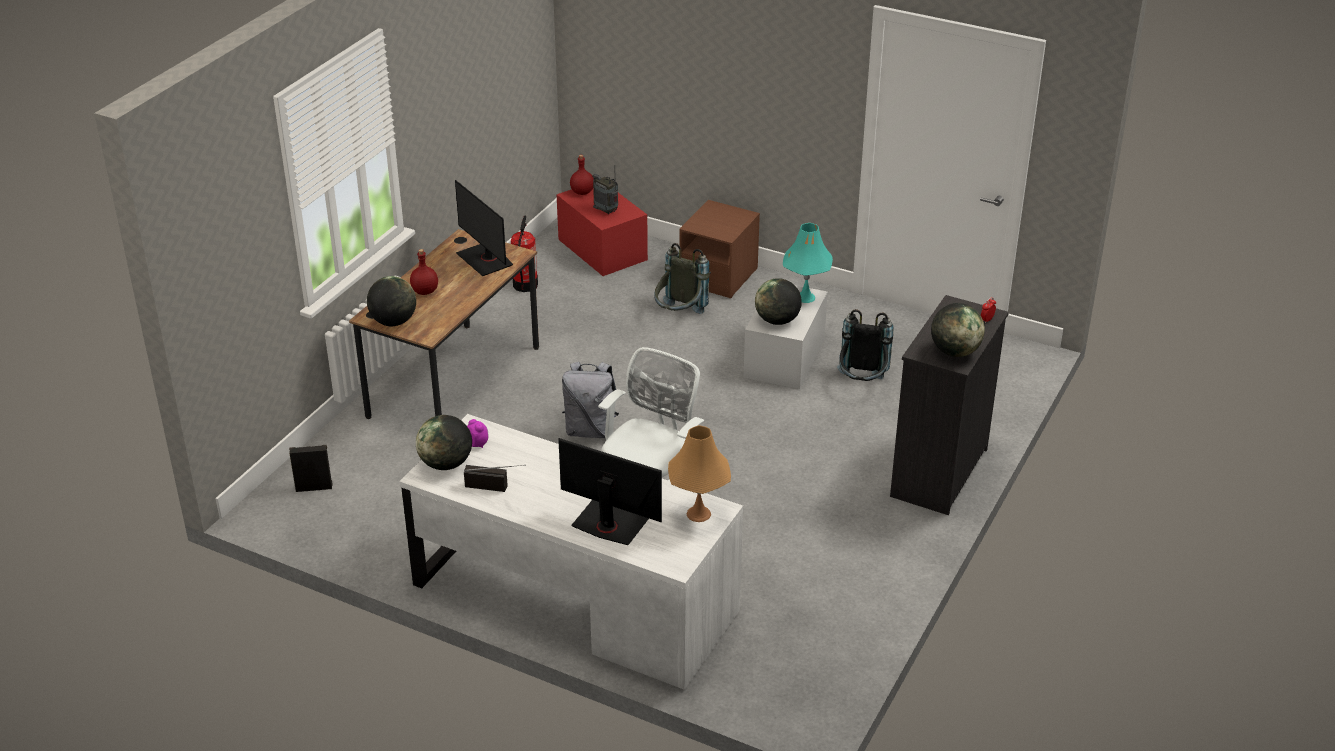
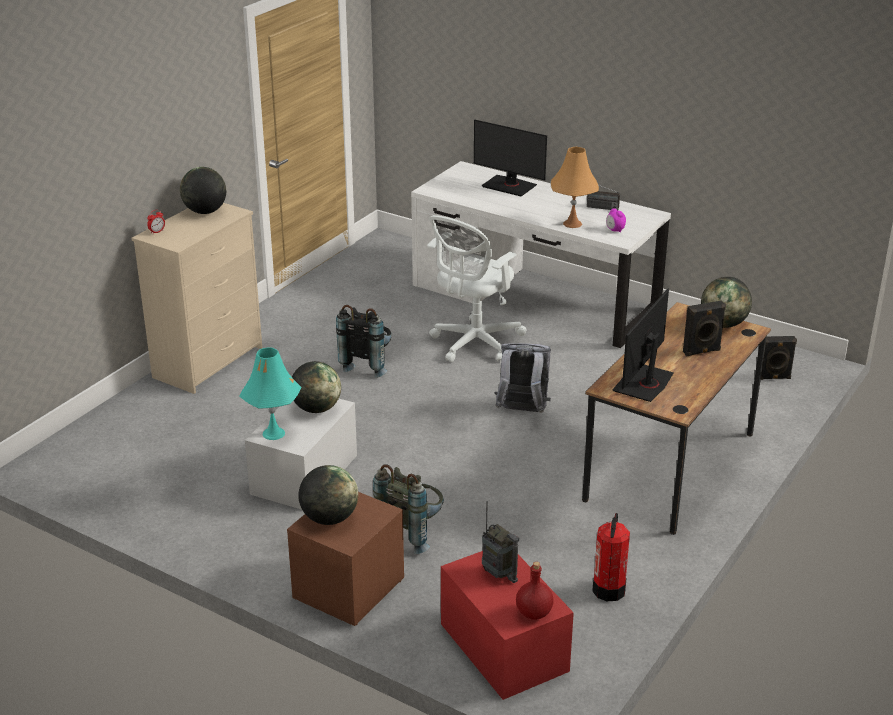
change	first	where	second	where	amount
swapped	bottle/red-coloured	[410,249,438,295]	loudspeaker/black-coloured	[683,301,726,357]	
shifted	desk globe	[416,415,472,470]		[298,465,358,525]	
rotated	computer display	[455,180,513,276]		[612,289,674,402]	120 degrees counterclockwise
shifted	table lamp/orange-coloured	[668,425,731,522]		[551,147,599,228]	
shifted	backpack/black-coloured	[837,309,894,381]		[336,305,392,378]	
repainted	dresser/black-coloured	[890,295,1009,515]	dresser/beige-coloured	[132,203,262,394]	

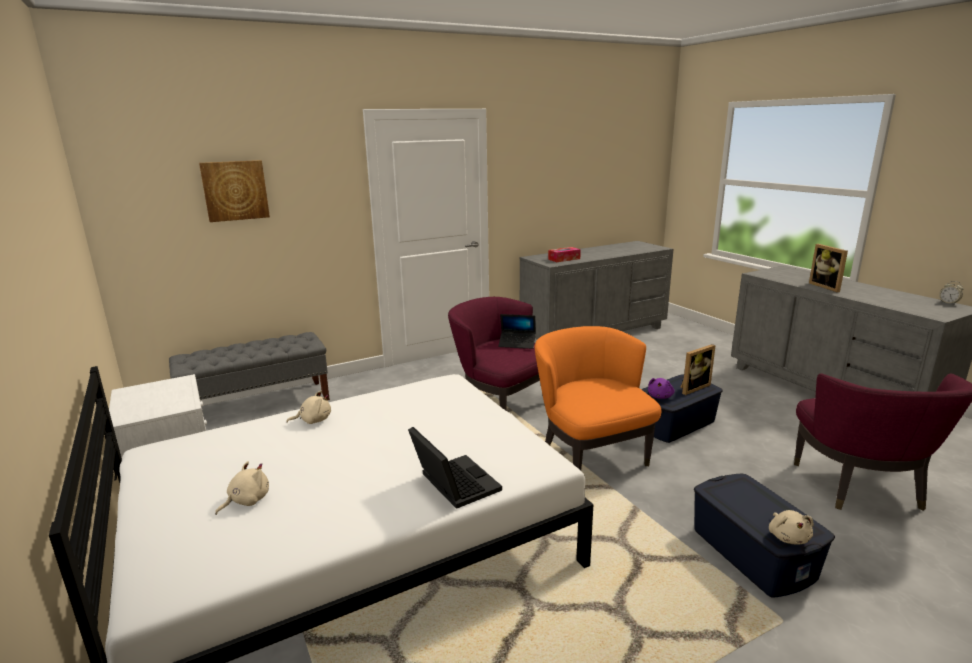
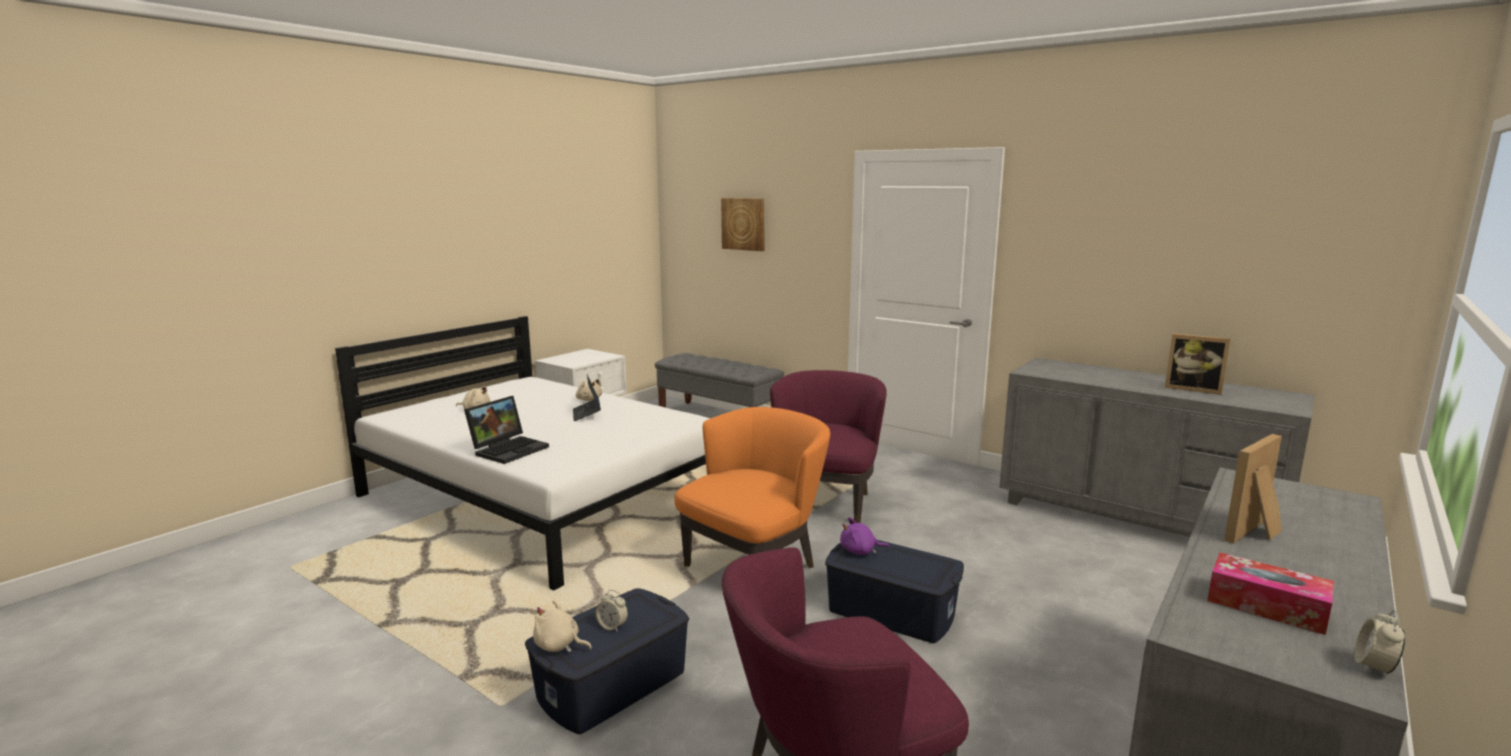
change	first	where	second	where	amount
shifted	notebook computer	[498,314,536,349]		[573,375,601,421]	
shifted	tissue holder	[548,247,581,262]		[1207,552,1334,635]	
shifted	photo frame	[680,344,716,395]		[1165,333,1230,395]	
rotated	plush toy/beige-coloured	[769,510,814,545]		[533,600,592,652]	45 degrees clockwise
new			alarm clock	[596,590,628,632]	

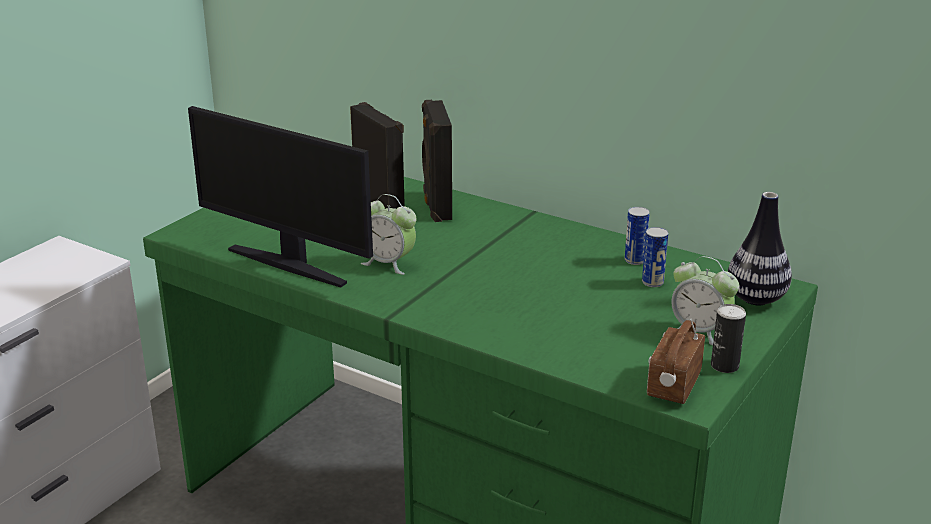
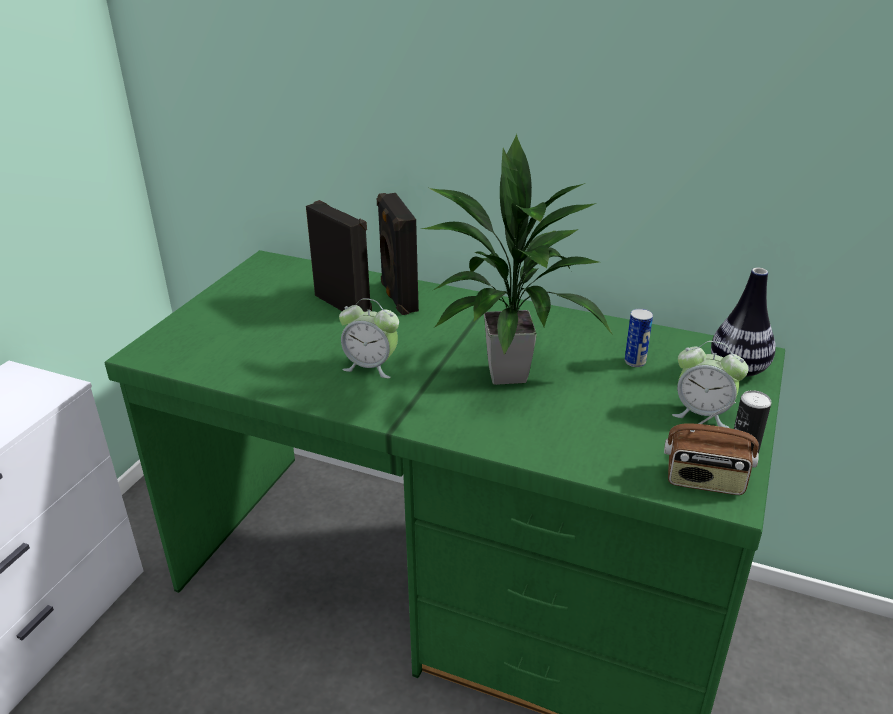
change	first	where	second	where	amount
gone	computer display	[188,106,373,288]			
gone	metal can	[625,207,650,265]			
rotated	radio set	[647,319,705,404]		[664,401,759,495]	90 degrees counterclockwise
new			potted plant	[420,134,613,385]	

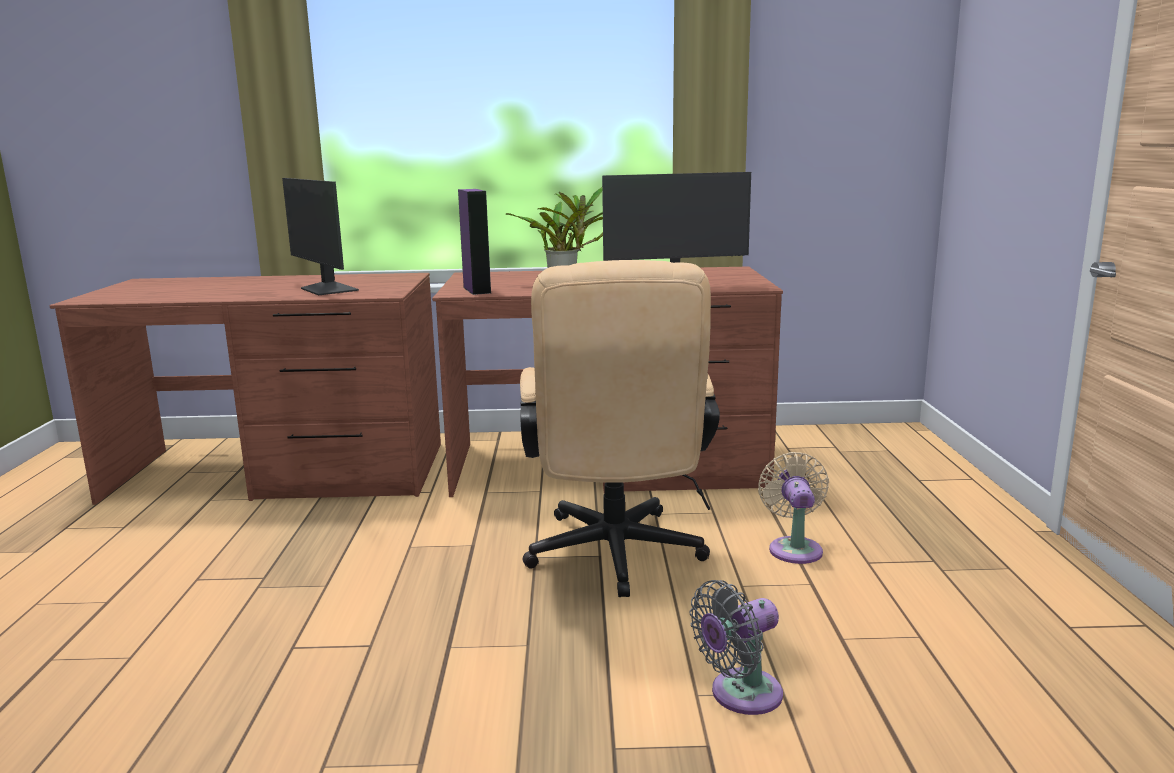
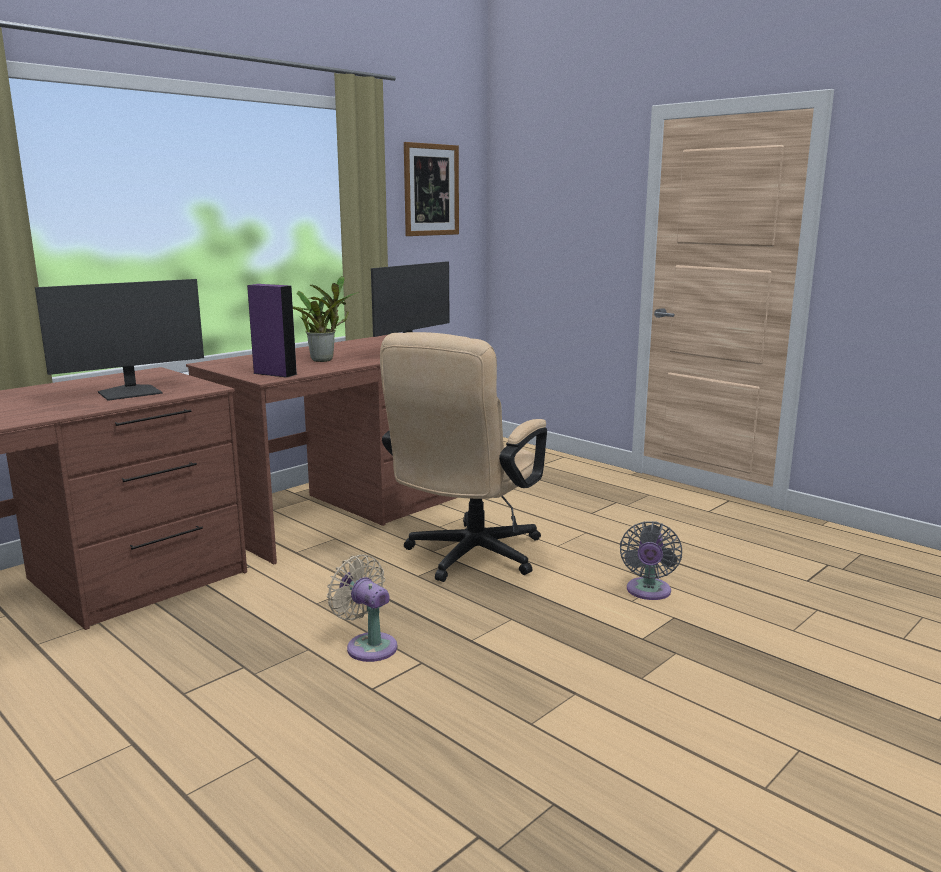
change	first	where	second	where	amount
rotated	computer display	[282,178,359,296]		[35,279,204,401]	45 degrees counterclockwise
rotated	office chair/beige-coloured	[520,260,720,597]		[380,332,547,582]	75 degrees clockwise
shifted	cooling fan/beige-coloured	[758,452,829,564]		[327,554,398,662]	
new			wall art	[404,142,459,236]	

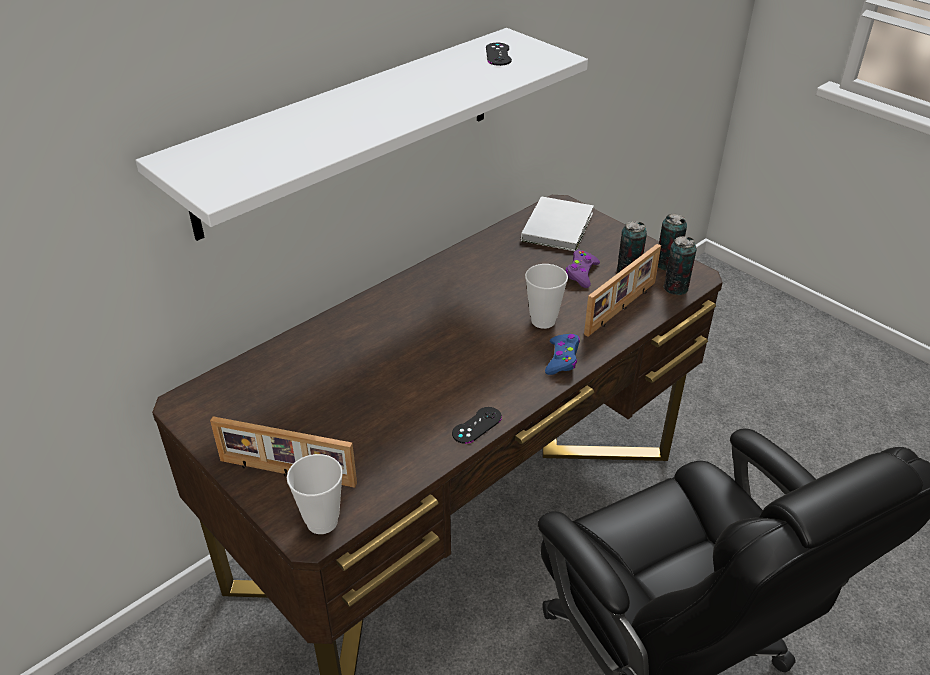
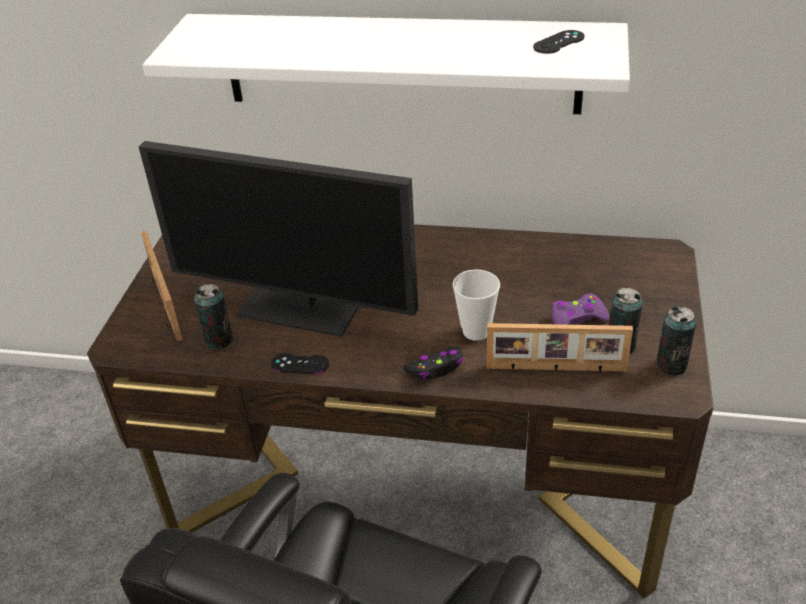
change	first	where	second	where	amount
gone	cup	[287,454,343,534]			
gone	volume/white	[521,196,594,251]			
repainted	gamepad/blue-coloured	[545,334,580,375]	gamepad/black-coloured	[403,347,464,380]	
shifted	metal can	[663,236,697,295]		[194,284,233,349]	
new			computer display	[139,141,418,337]	

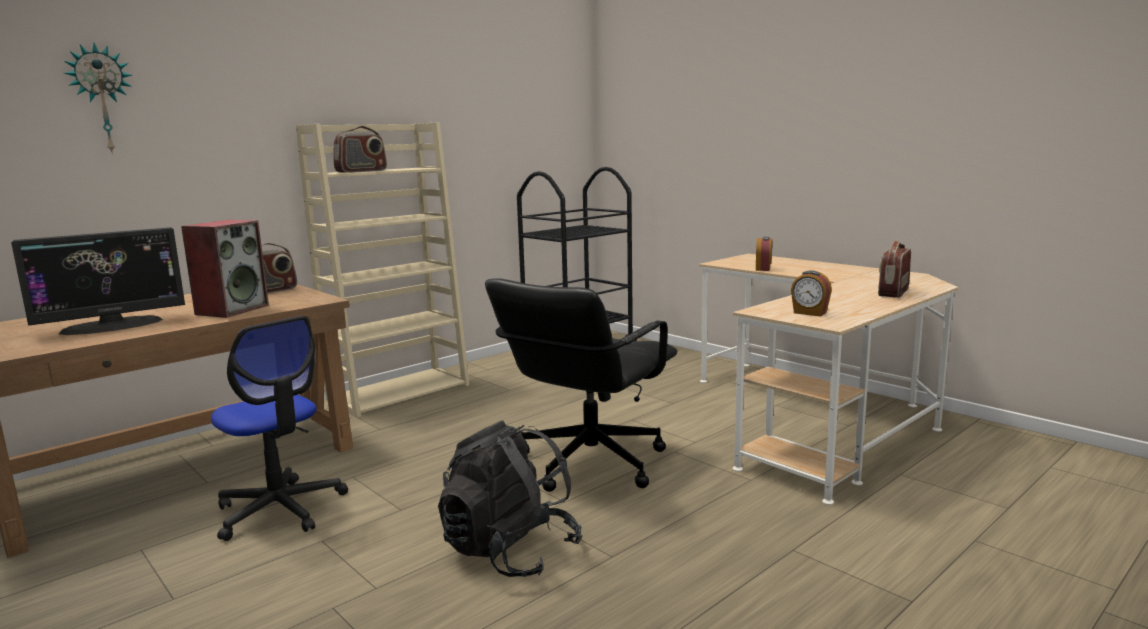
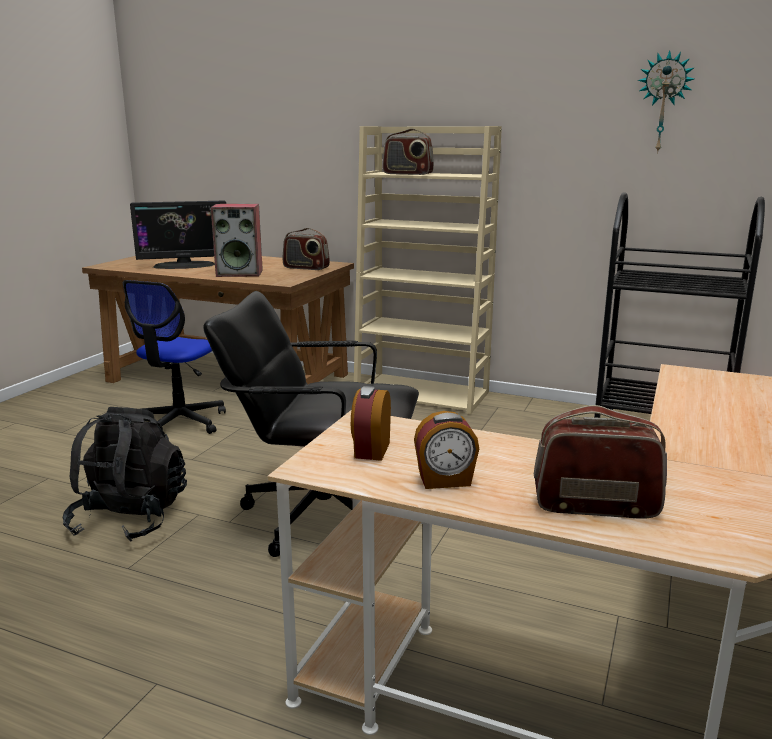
change	first	where	second	where	amount
rotated	computer display	[11,227,185,335]		[130,201,226,269]	45 degrees counterclockwise
shifted	hanging clock	[64,43,132,154]		[638,50,694,154]	
shifted	alarm clock	[756,237,772,271]		[414,411,479,489]	

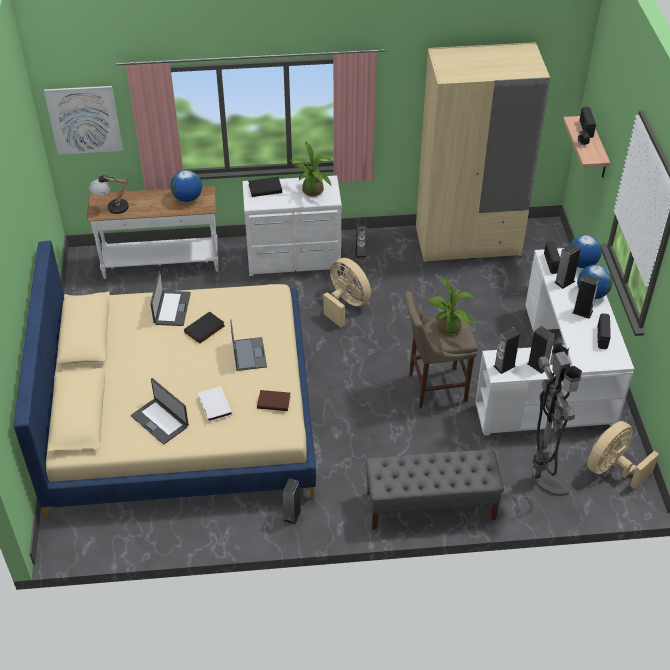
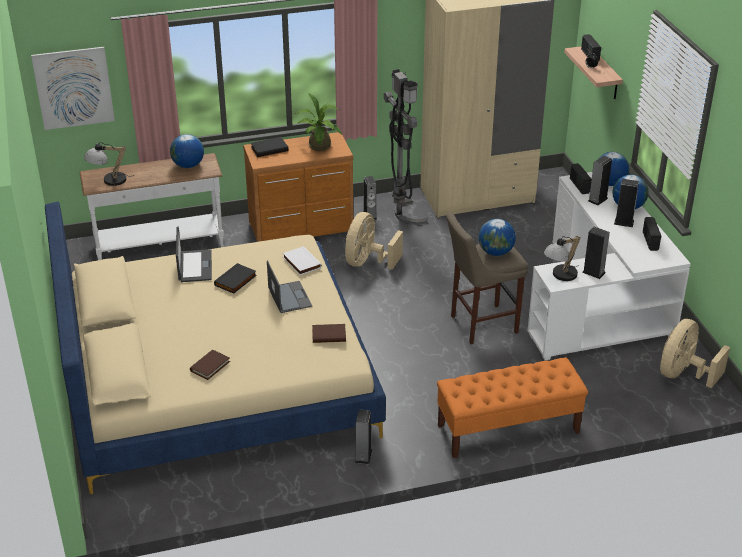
change	first	where	second	where	amount
swapped	notebook computer	[131,378,189,444]	volume/brownish	[190,350,230,380]	
shifted	volume/white	[198,386,232,422]		[283,246,321,275]	
repainted	dresser/white	[242,175,342,276]	dresser/brownish	[243,132,353,242]	
rotated	cooling fan/beige-coloured	[323,258,371,328]		[345,212,403,270]	105 degrees counterclockwise
repainted	long seat/grey	[366,449,504,530]	long seat/orange-coloured	[437,357,588,458]	
swapped	potted plant	[427,277,476,336]	desk globe	[478,219,516,256]	
swapped	loudspeaker	[494,327,520,374]	table lamp	[544,236,580,281]	
shifted	standard lamp/grey	[532,342,582,496]		[384,69,428,225]	

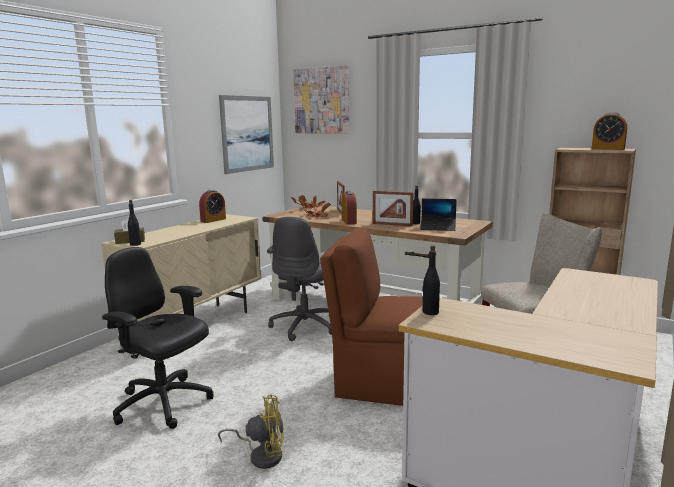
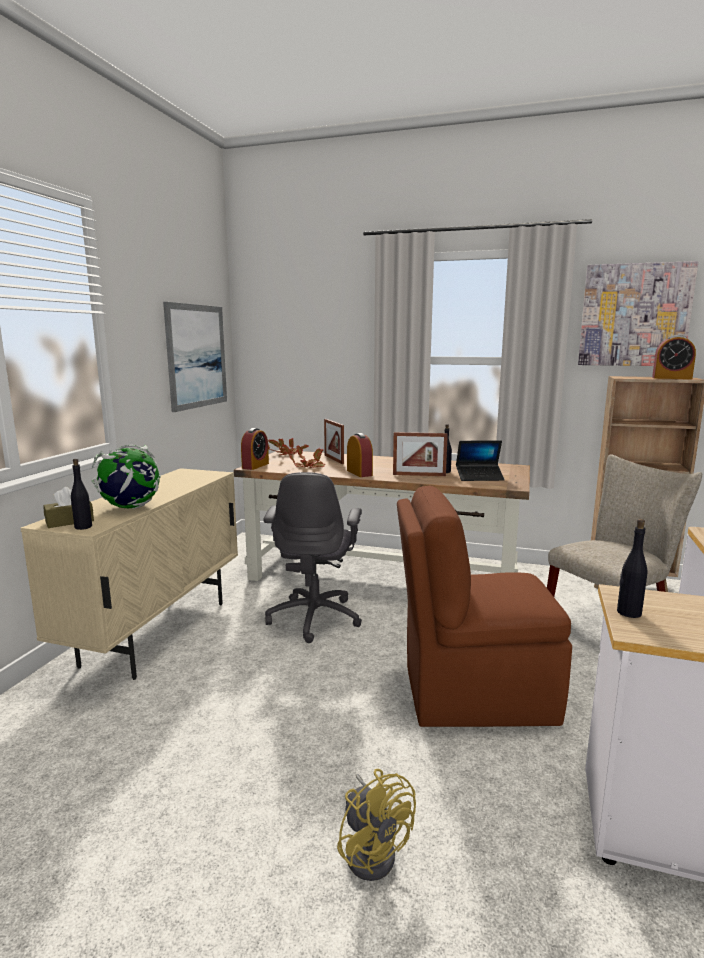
change	first	where	second	where	amount
gone	office chair/black-coloured	[102,247,214,429]			
shifted	alarm clock	[199,190,226,223]		[241,428,269,470]	
rotated	cooling fan/yellow-coloured	[218,395,284,469]		[337,769,416,881]	75 degrees clockwise
shifted	wall art	[293,65,349,133]		[578,261,698,366]	
new			desk globe	[92,445,161,509]	

